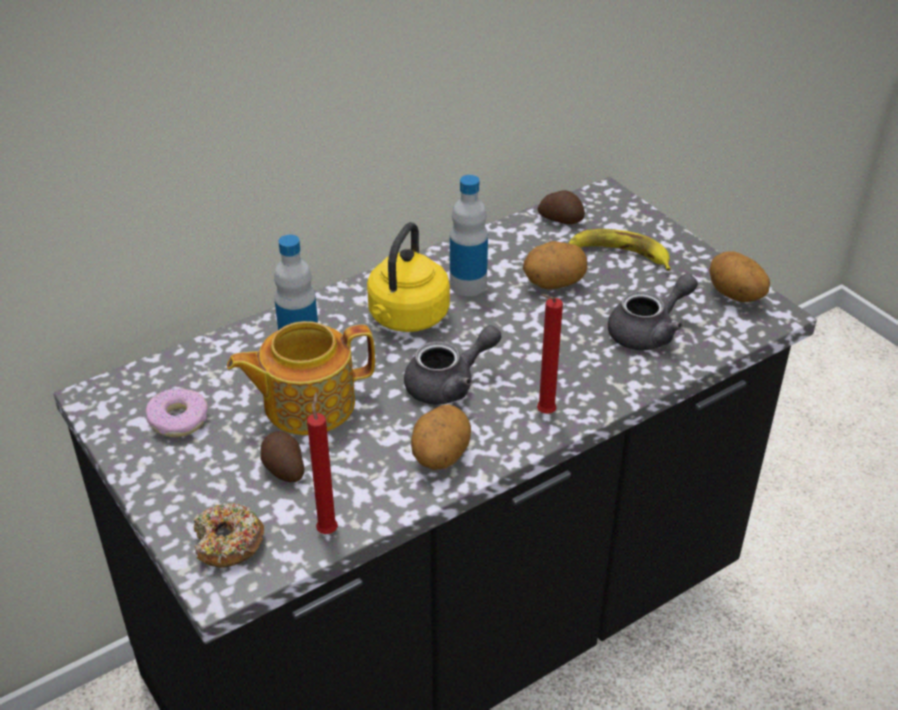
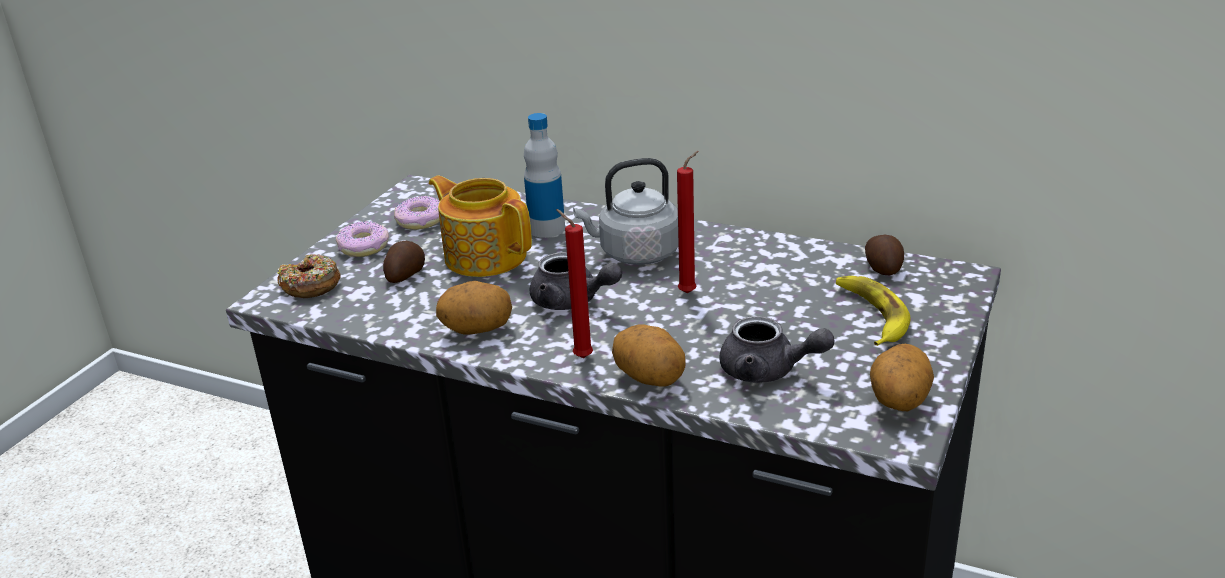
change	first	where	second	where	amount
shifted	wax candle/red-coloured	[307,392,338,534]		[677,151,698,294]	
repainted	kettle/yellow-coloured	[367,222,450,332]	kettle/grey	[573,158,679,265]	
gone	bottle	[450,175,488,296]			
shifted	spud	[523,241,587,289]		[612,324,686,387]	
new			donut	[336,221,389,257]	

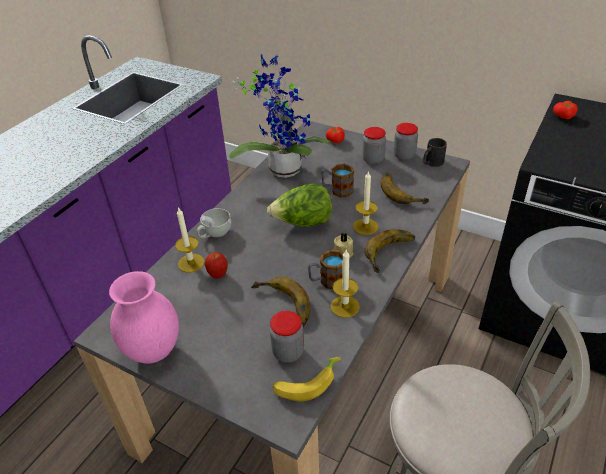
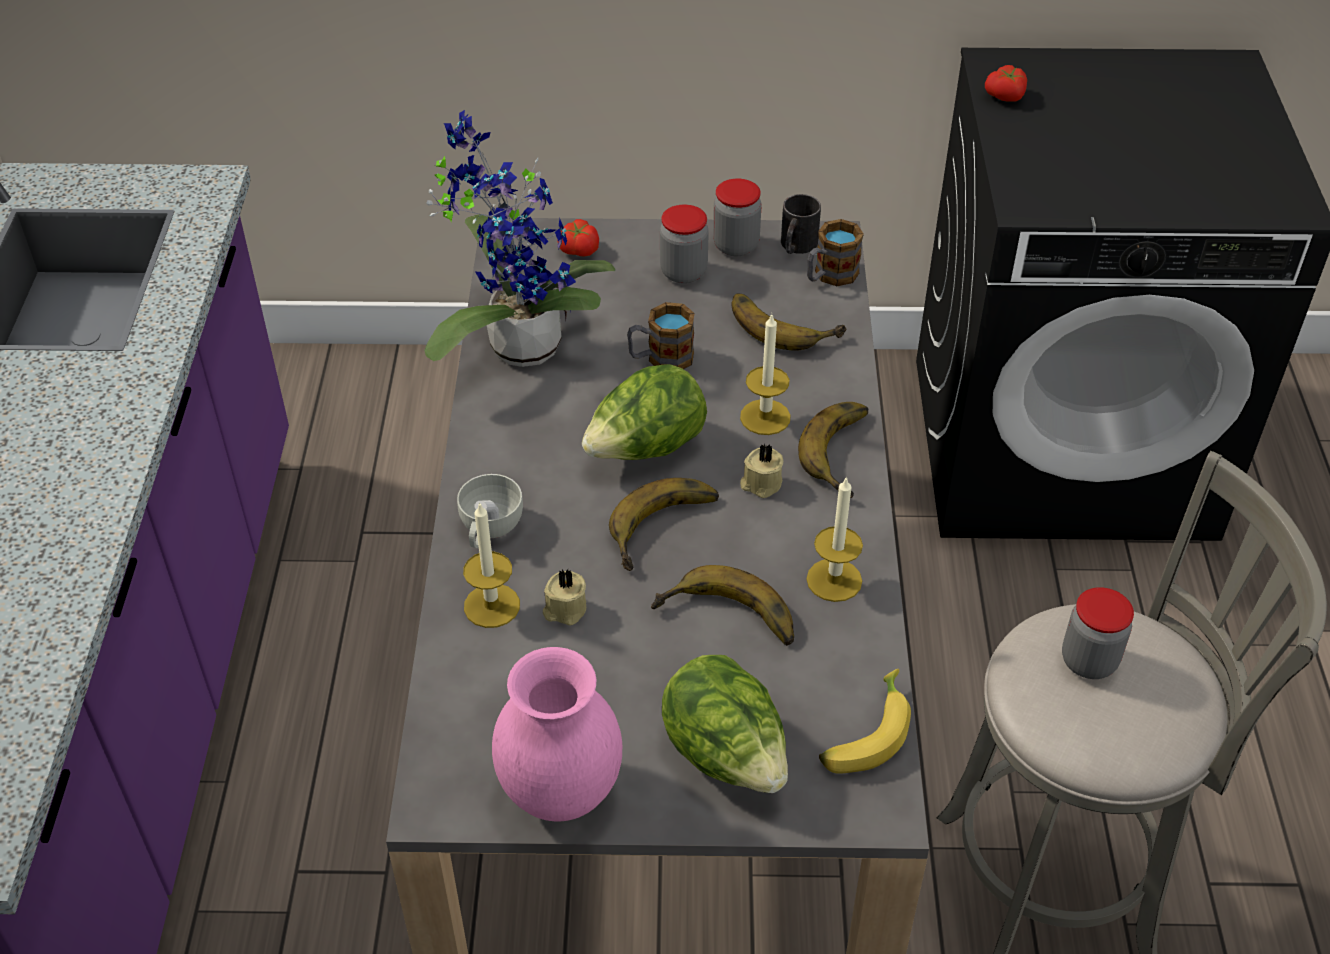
change	first	where	second	where	amount
swapped	apple fruit	[204,252,228,279]	wax candle/beige-coloured	[543,569,586,626]	
shifted	preserve jar	[270,311,304,362]		[1062,587,1134,679]	
shifted	tea mug	[308,250,343,289]		[807,219,864,286]	
new			whole banana	[609,478,719,571]	
new			lettuce	[662,655,788,793]	

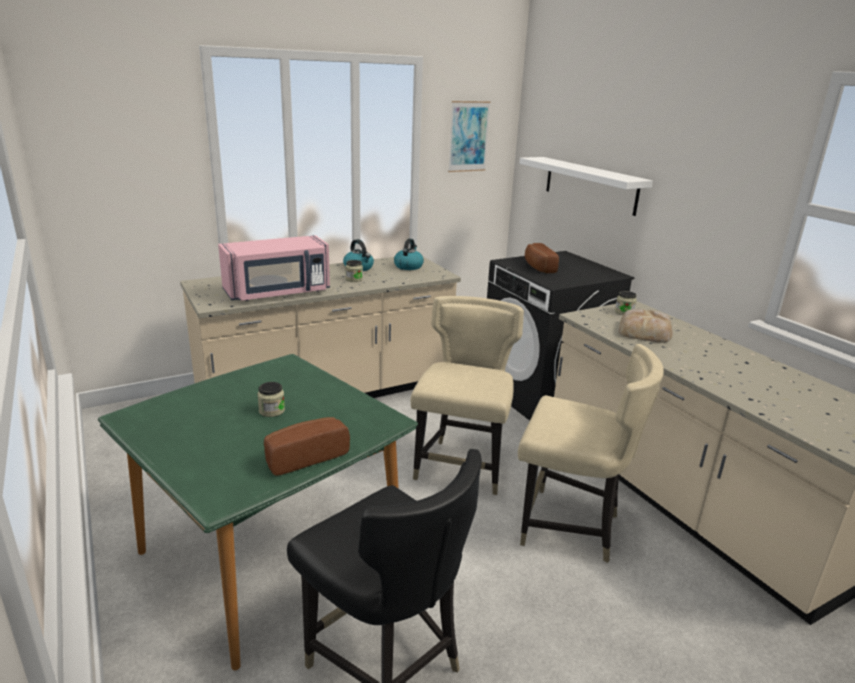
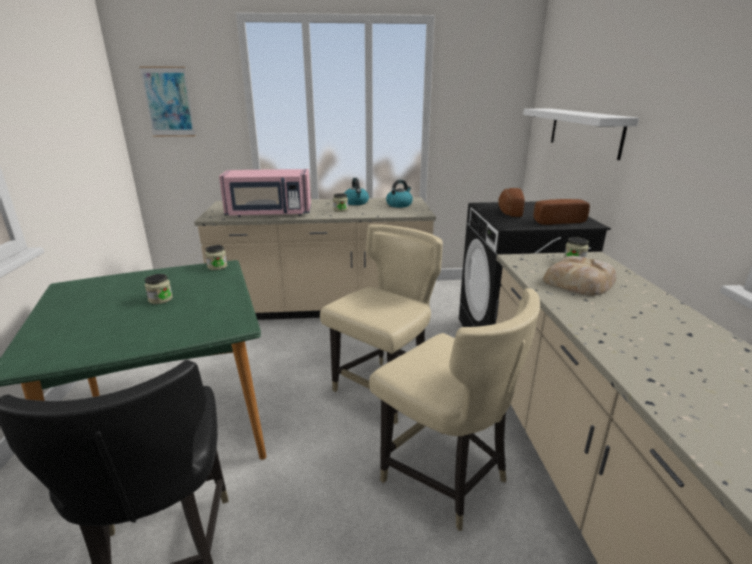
change	first	where	second	where	amount
shifted	bread	[264,417,350,476]		[534,199,590,225]	
shifted	wall art	[448,101,490,172]		[139,67,196,137]	
new			preserve jar	[205,245,227,270]	

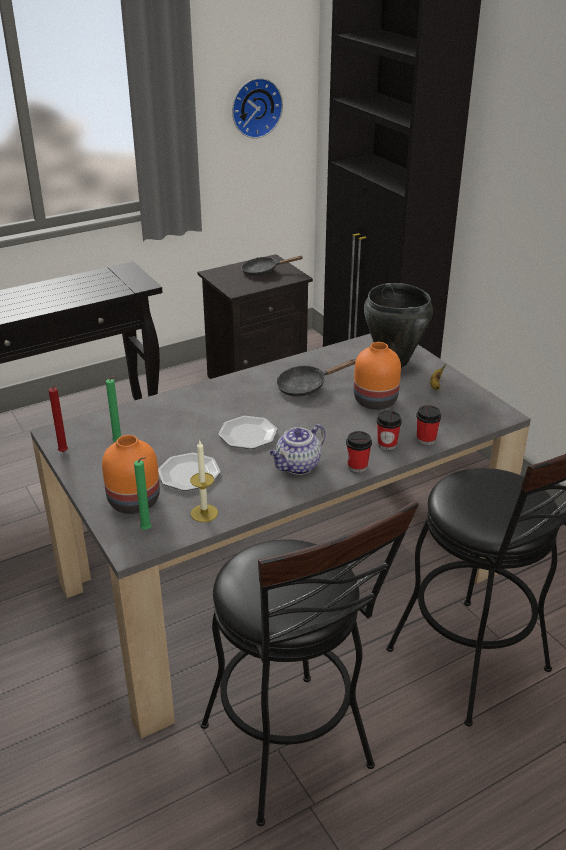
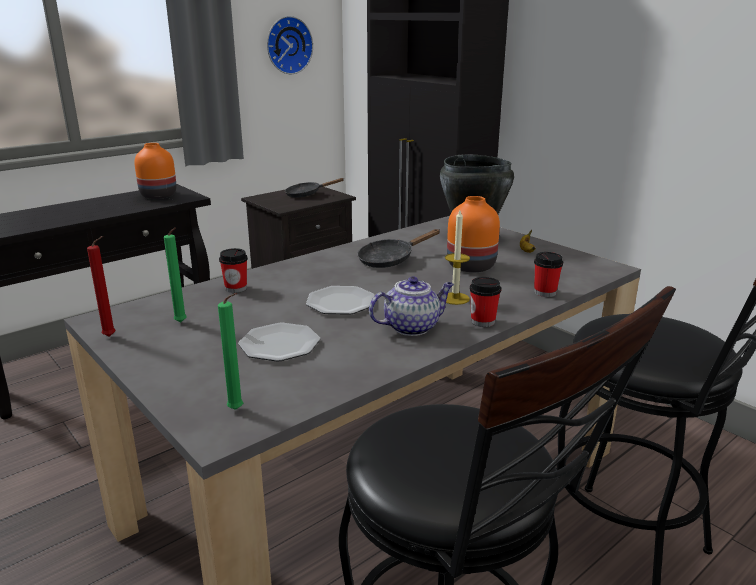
change	first	where	second	where	amount
shifted	decorative vase/orange-coloured	[102,435,160,514]		[134,143,177,199]	
shifted	wax candle	[190,439,218,522]		[445,210,470,305]	
rotated	teapot	[270,424,325,475]		[369,276,454,336]	150 degrees counterclockwise
shifted	cup	[377,410,402,450]		[219,248,248,293]	

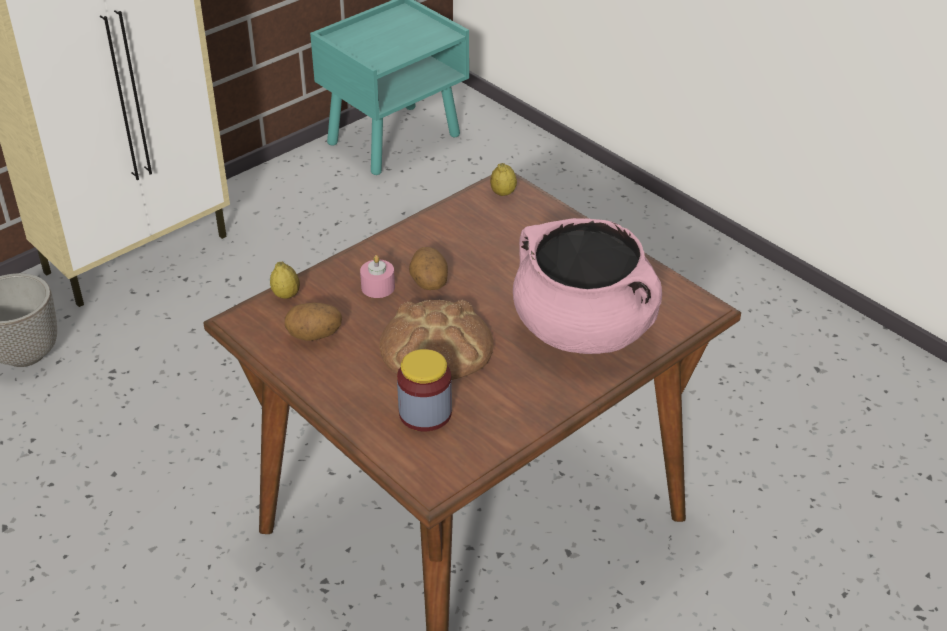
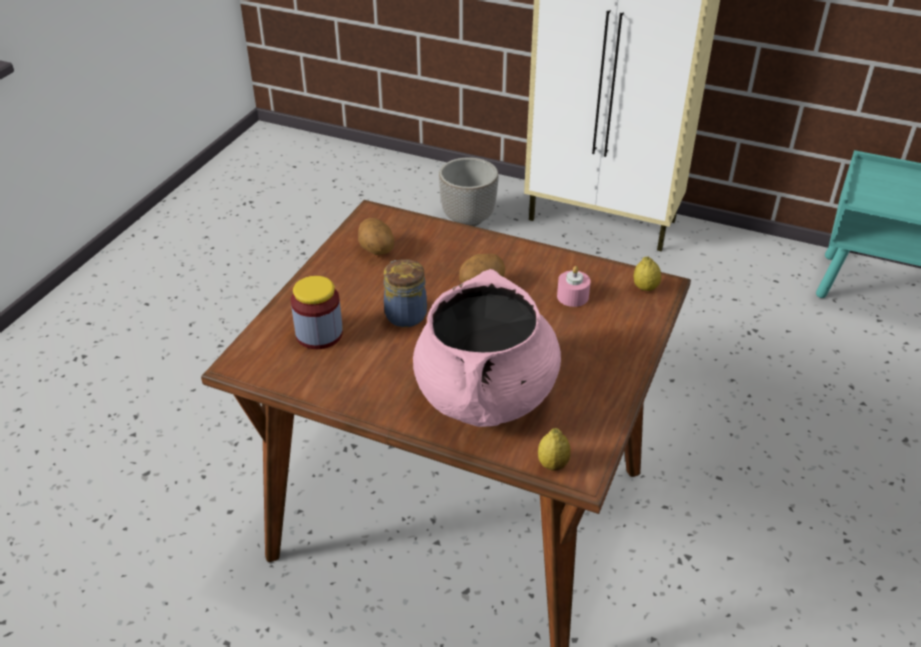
change	first	where	second	where	amount
shifted	whole lemon	[270,262,300,299]		[538,428,571,470]	
shifted	wax candle/pink-coloured	[360,255,395,298]		[557,266,591,307]	
swapped	bread	[379,300,494,380]	preserve jar	[384,259,427,327]	

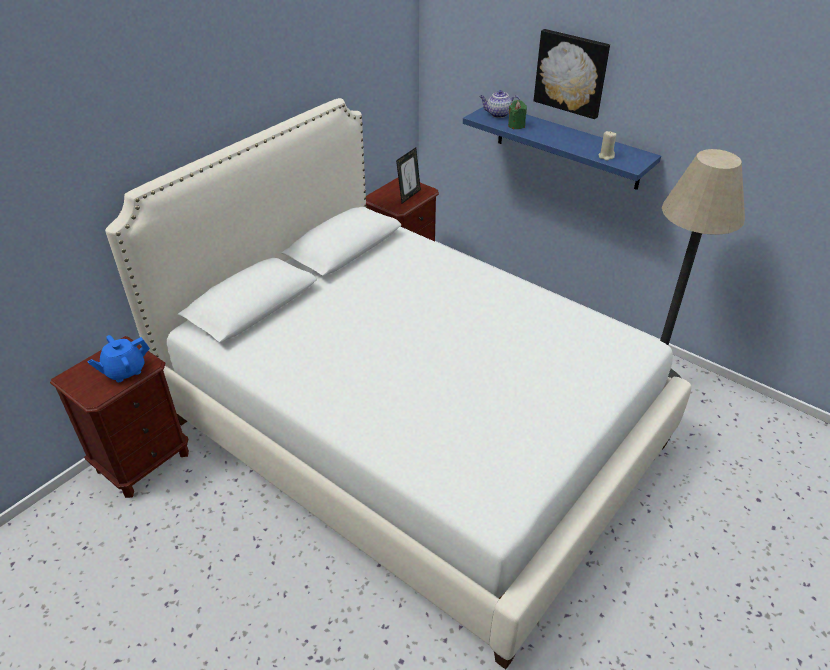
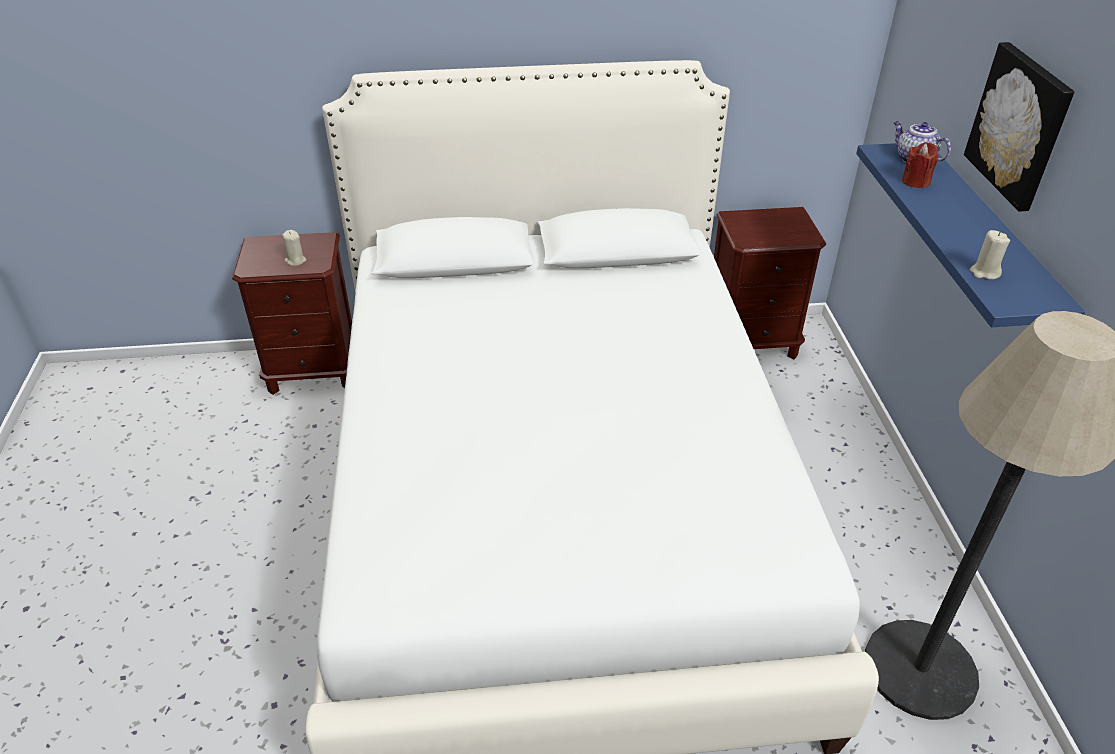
change	first	where	second	where	amount
swapped	teapot/blue-coloured	[87,335,150,382]	wax candle/beige-coloured	[282,230,306,266]	
gone	photo frame	[396,147,421,203]			
repainted	wax candle/green-coloured	[508,100,527,129]	wax candle/red-coloured	[902,142,939,188]	

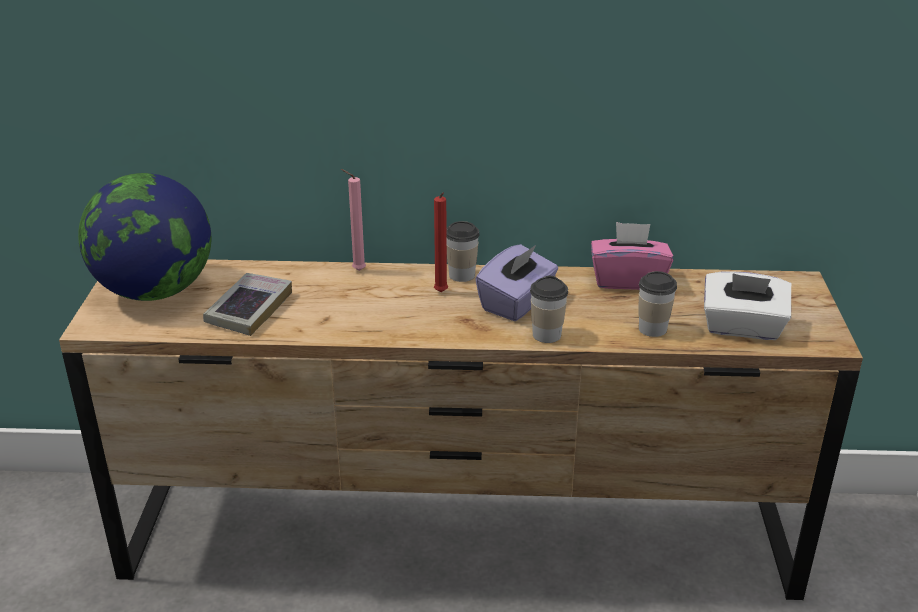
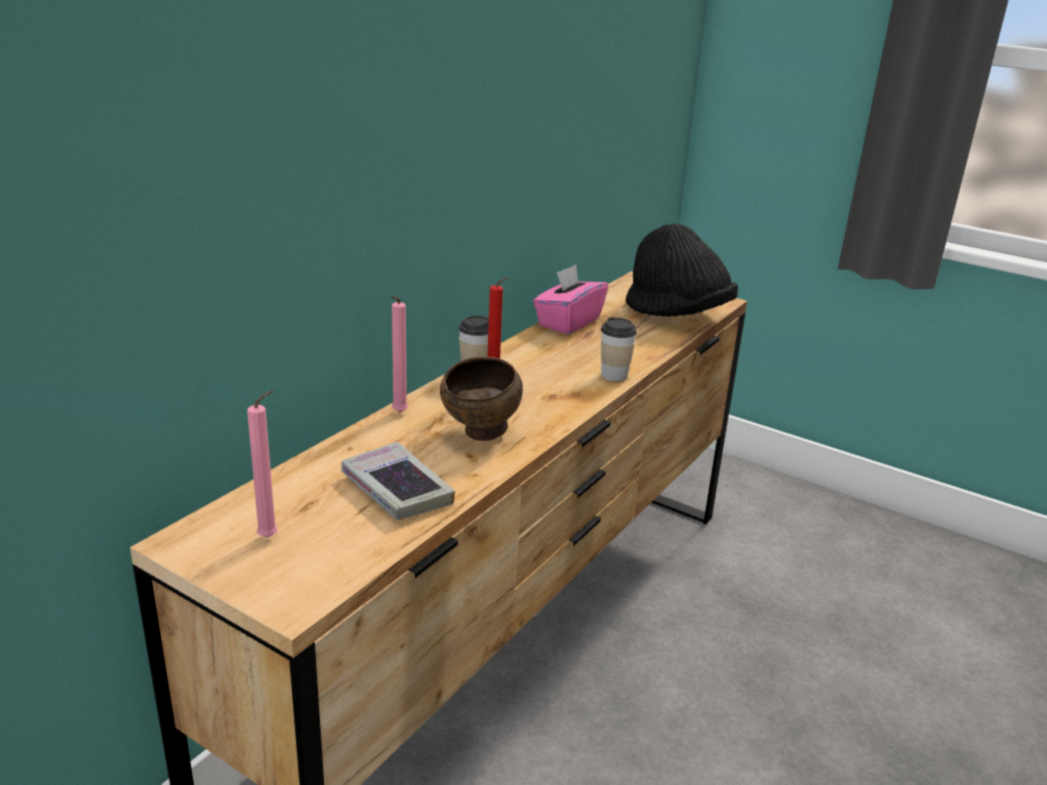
change	first	where	second	where	amount
swapped	desk globe	[78,173,211,301]	wax candle/pink-coloured	[247,390,278,538]	
gone	tissue holder/purple	[475,244,558,321]			
gone	cup	[638,271,677,337]			
swapped	tissue holder/white	[704,272,791,340]	clothing hat/black-coloured	[625,224,738,317]	
new			bowl/brownish	[440,357,523,441]	

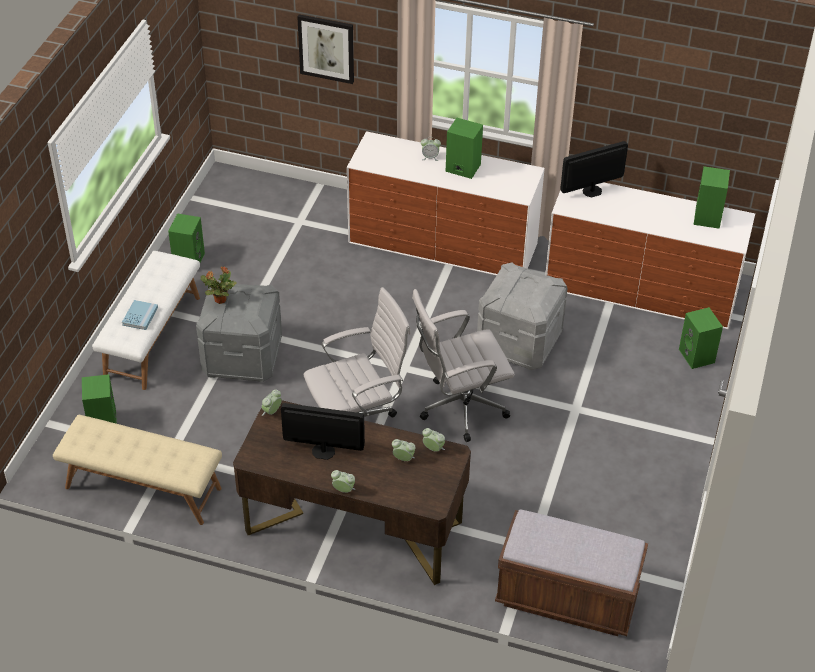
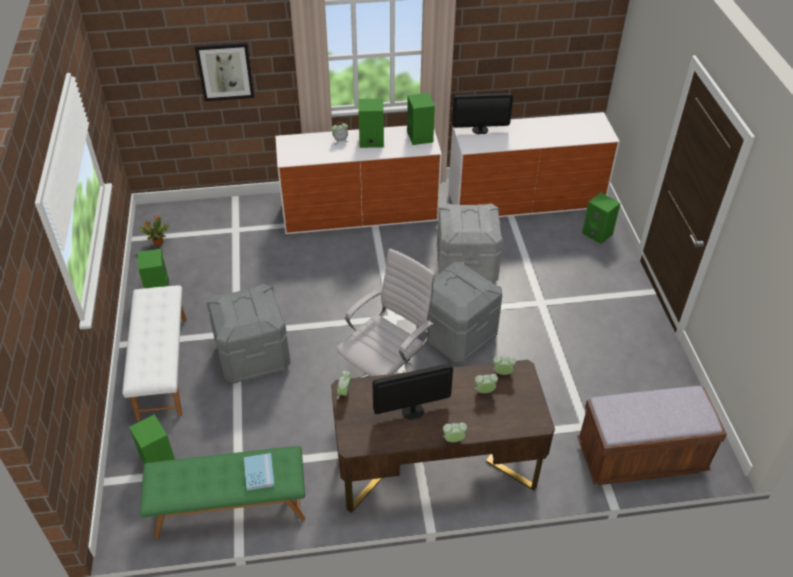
change	first	where	second	where	amount
repainted	long seat/beige-coloured	[53,415,222,525]	long seat/green-coloured	[140,446,305,539]	
shifted	volume/blue-coloured	[122,300,158,330]		[244,453,275,491]	
shifted	potted plant	[201,266,237,304]		[139,215,169,246]	
swapped	office chair/white	[412,289,515,442]	storage box/grey	[417,262,502,362]	
rotated	computer display	[561,141,628,197]		[452,93,513,134]	135 degrees counterclockwise
shifted	loudspeaker/green-coloured	[694,166,730,229]		[407,93,435,145]	

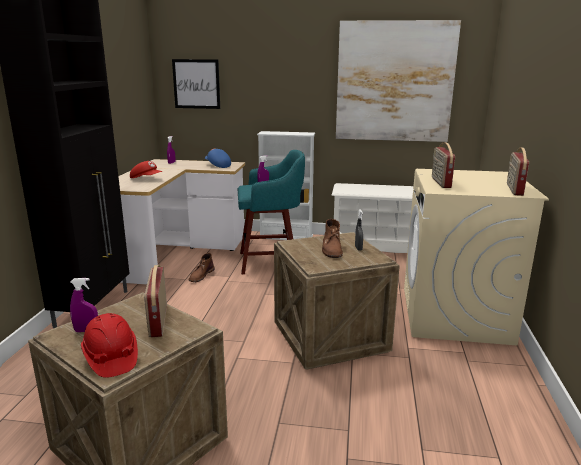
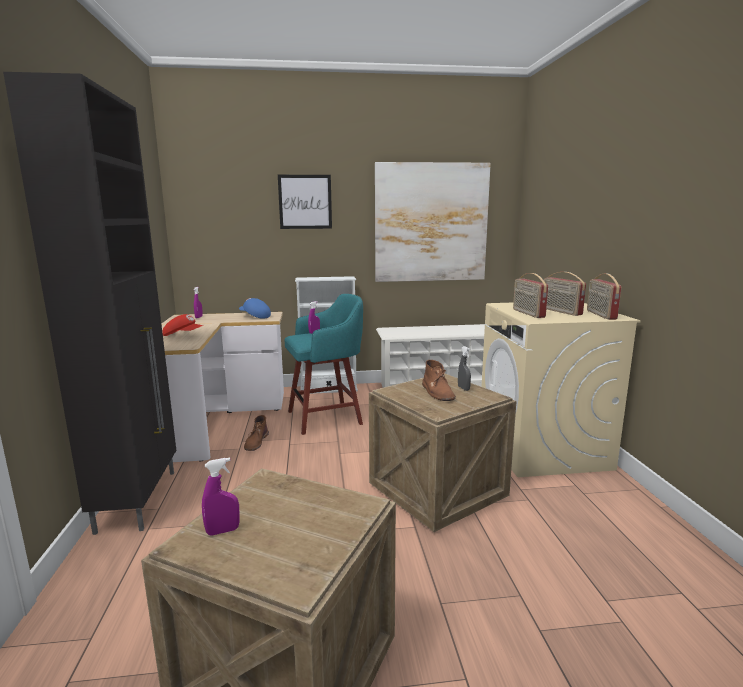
change	first	where	second	where	amount
gone	safety helmet/red-coloured	[81,313,138,378]			
shifted	radio set	[144,265,167,337]		[544,272,586,316]	
shifted	wall art	[172,59,220,109]		[278,175,332,229]	

